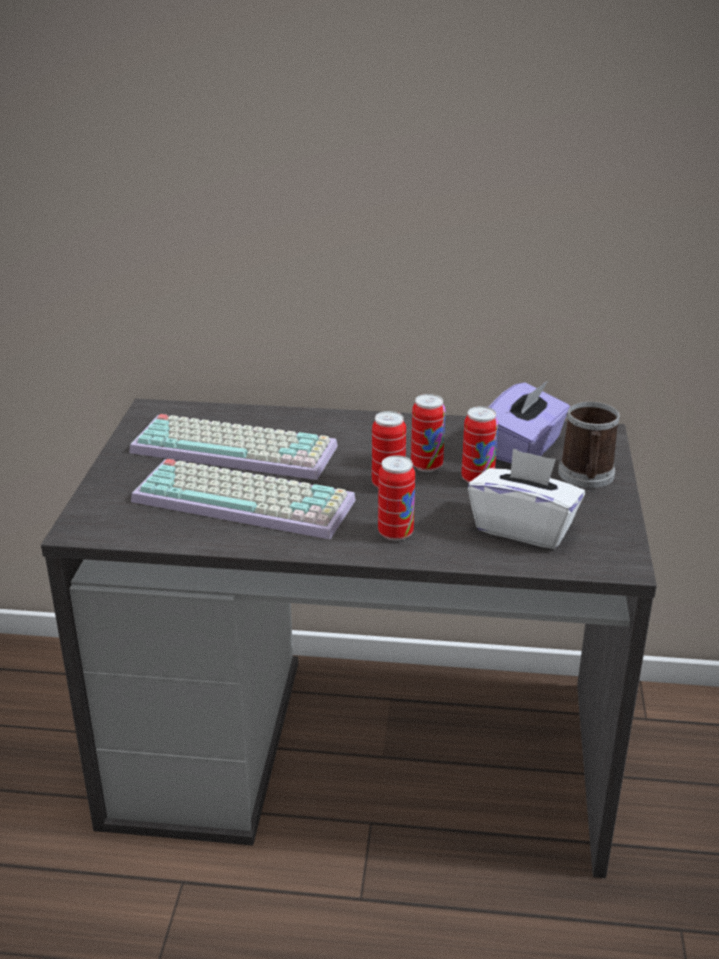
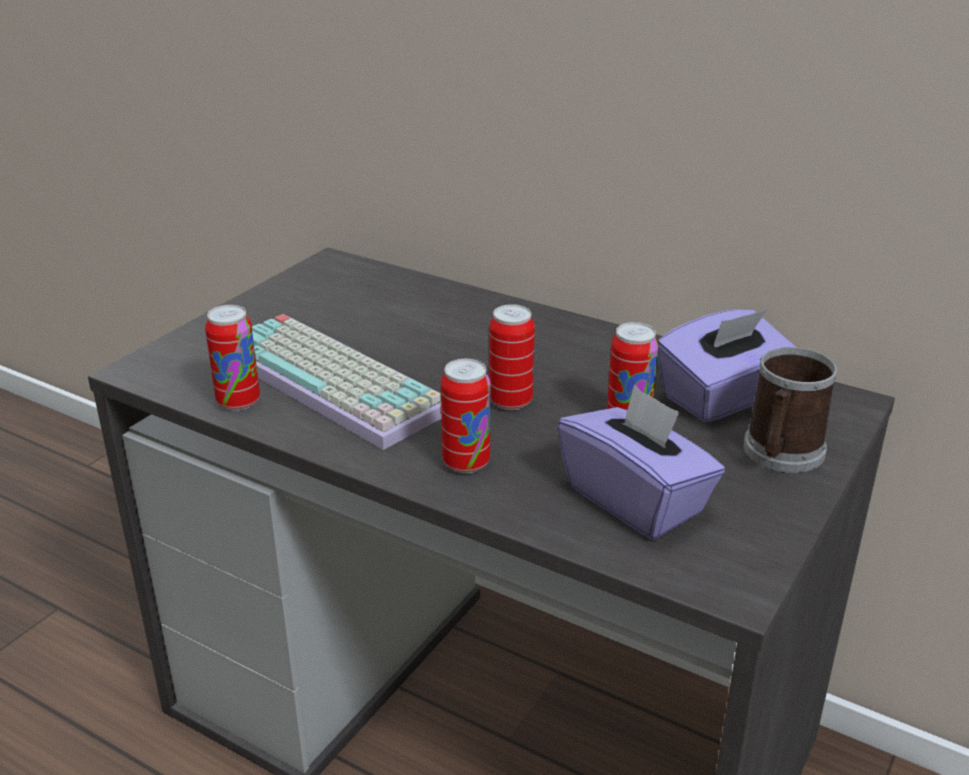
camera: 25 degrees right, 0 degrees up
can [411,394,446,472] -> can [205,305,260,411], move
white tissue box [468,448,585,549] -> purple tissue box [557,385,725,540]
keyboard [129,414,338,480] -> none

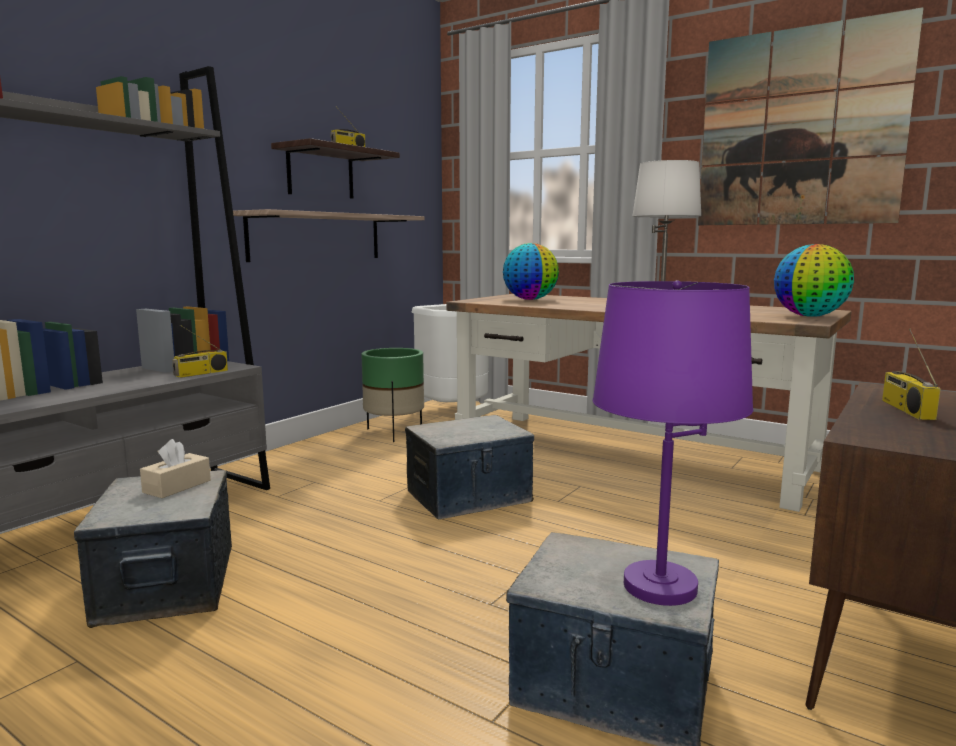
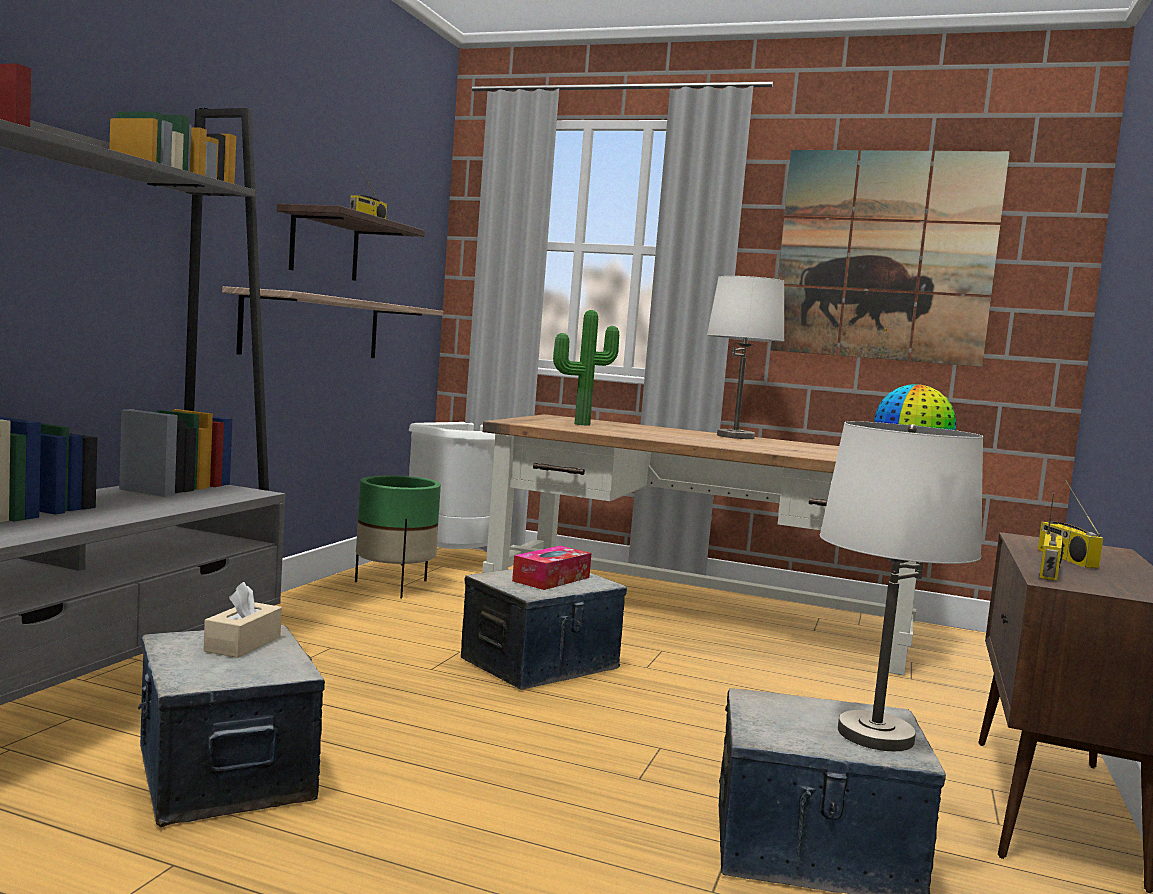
camera: 15 degrees left, 5 degrees down
none -> tissue box [512,546,592,590]
globe [503,243,559,300] -> potted plant [553,310,619,426]
purple table lamp [593,280,753,606] -> white table lamp [820,421,983,751]
radio [172,325,228,378] -> radio [1039,492,1063,581], move

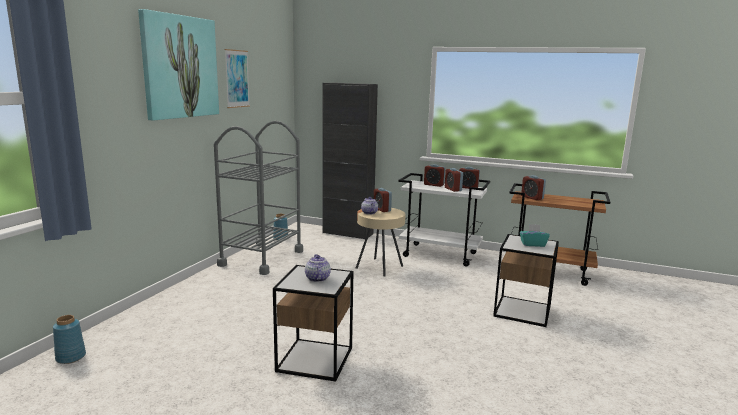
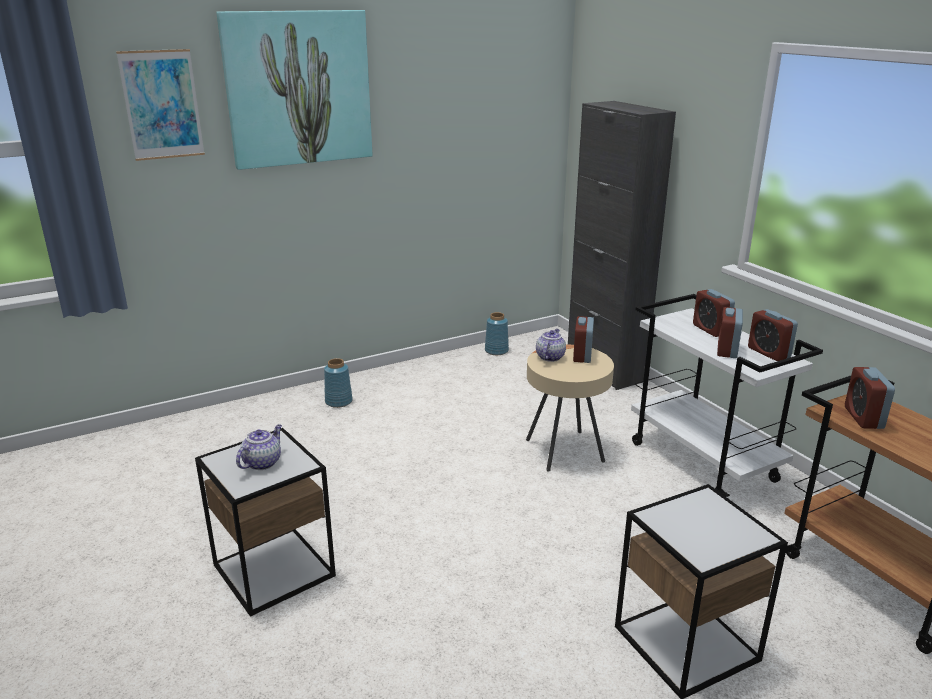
camera: 40 degrees right, 10 degrees up
picture [224,49,250,108] -> picture [116,49,205,161], move
blue vase [53,315,86,364] -> blue vase [324,358,353,408], move
grey cart [214,121,303,275] -> none
turquoise tissue box [520,224,550,247] -> none

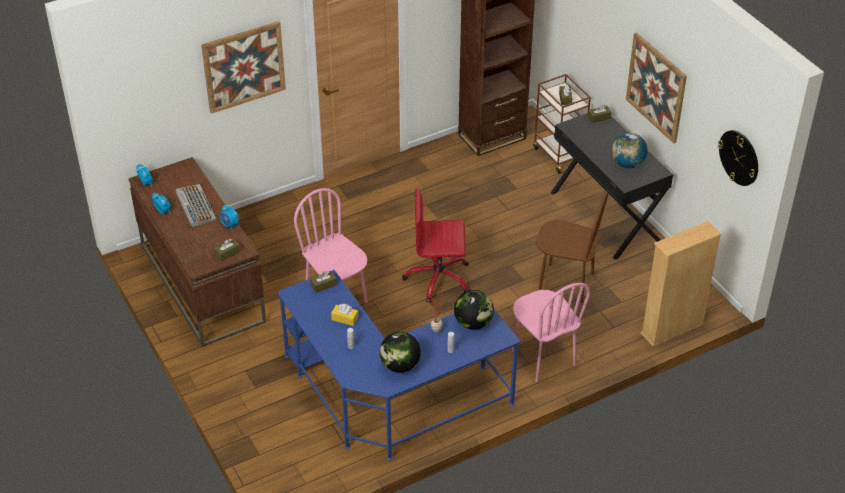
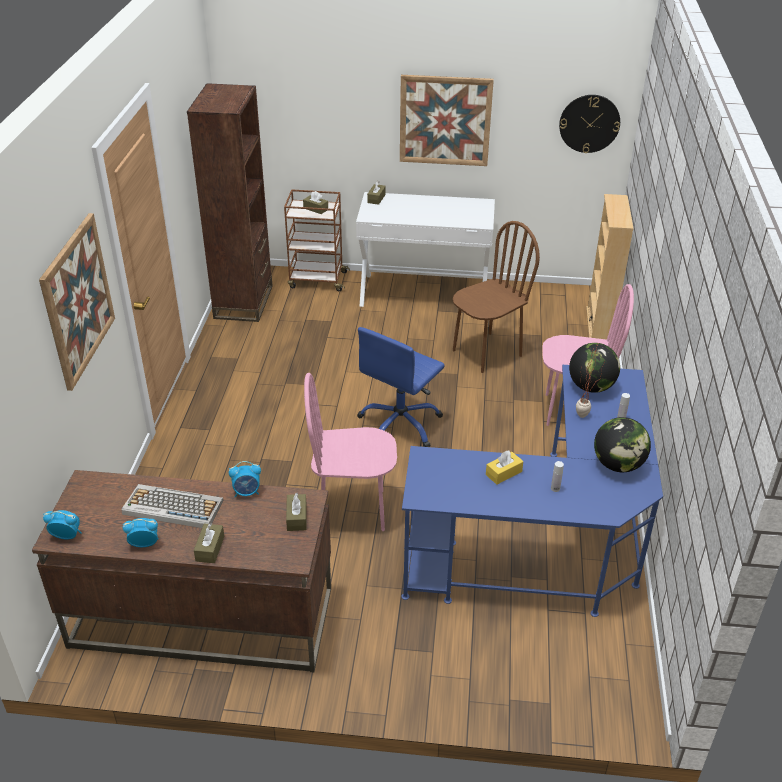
camera: 55 degrees left, 5 degrees down
brown tissue box [310,271,337,293] -> brown tissue box [194,523,224,563], move
black desk [551,113,673,260] -> white desk [356,192,495,307]
red office chair [402,189,469,303] -> blue office chair [357,327,445,447]
globe [612,133,648,168] -> none

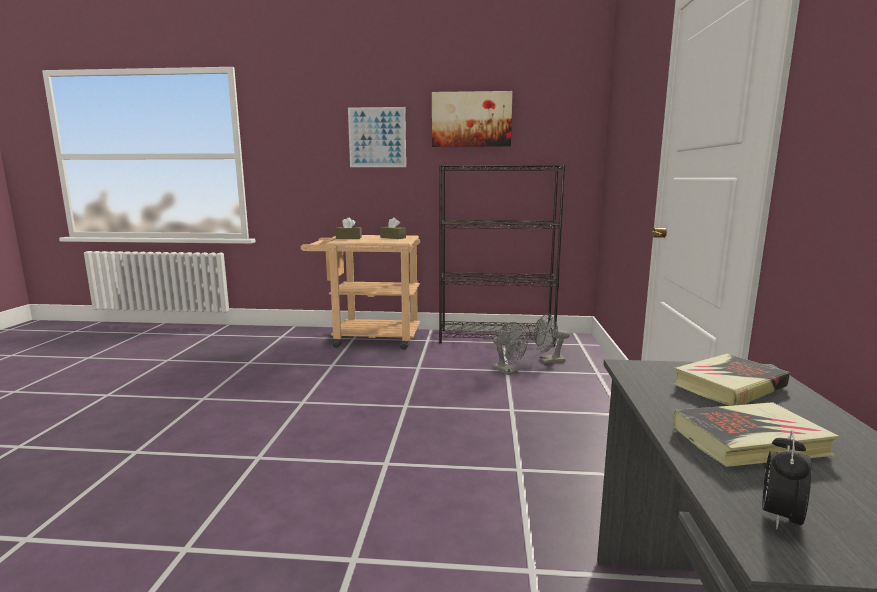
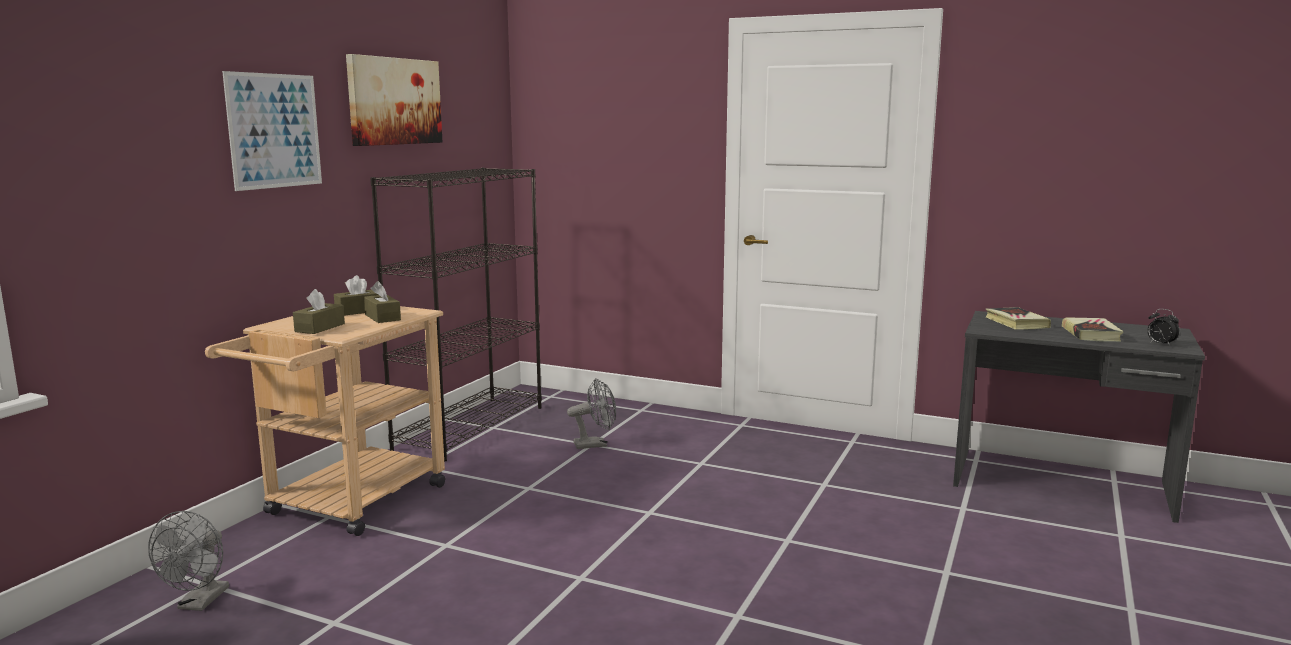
camera: 70 degrees left, 0 degrees up
grey fan [534,313,570,364] -> grey fan [148,511,229,611], move
none -> brown tissue box [364,281,401,323]

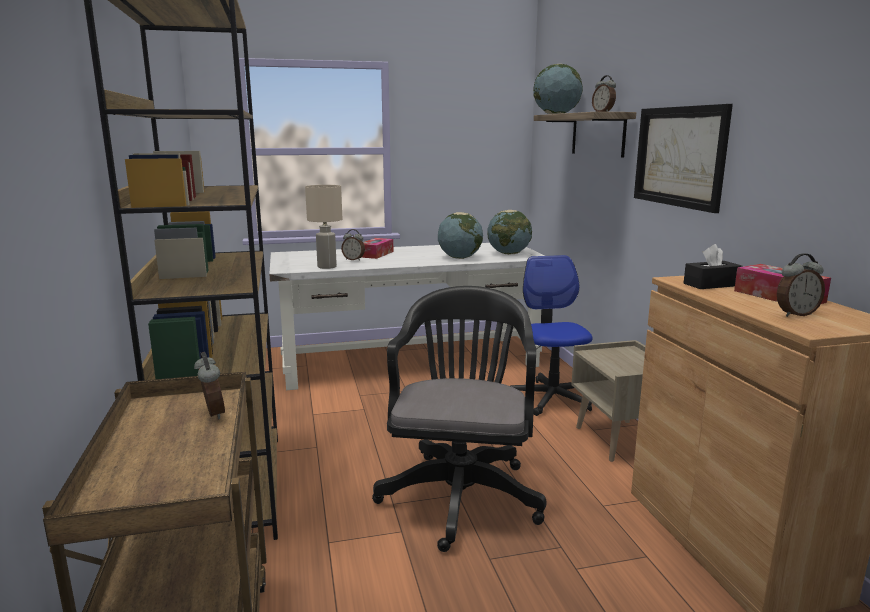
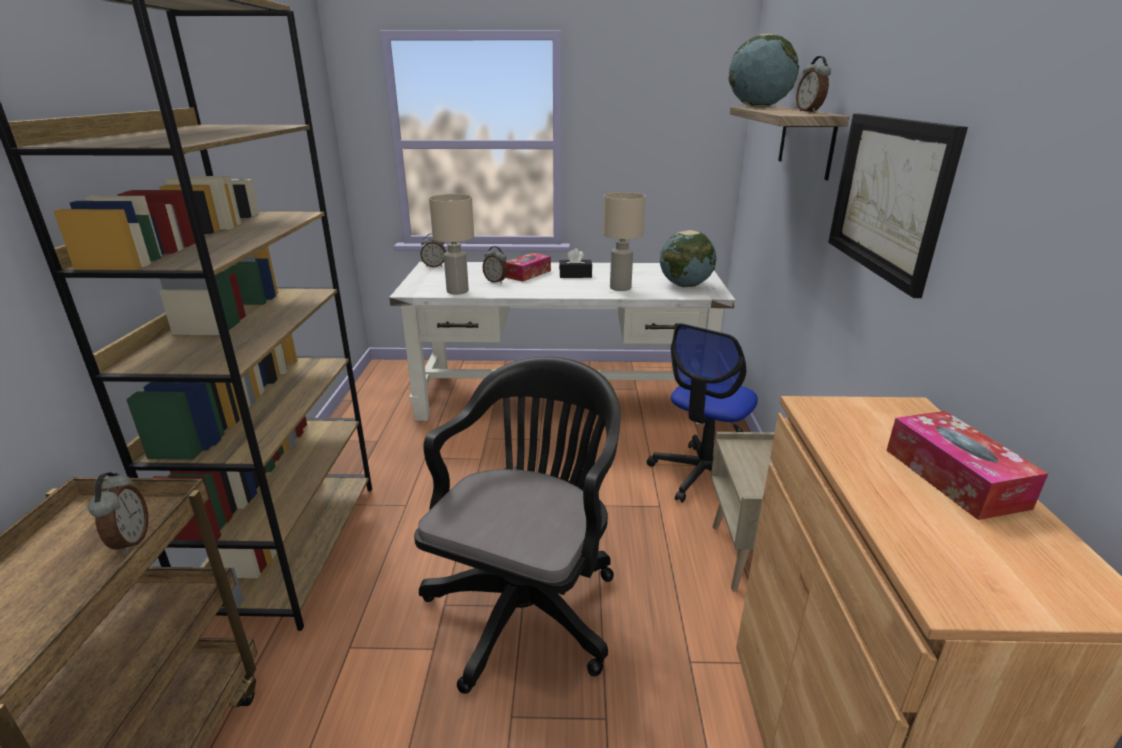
camera: 15 degrees right, 10 degrees up
alarm clock [777,253,825,317] -> alarm clock [420,233,446,267], move
black tissue box [684,244,742,289] -> black tissue box [559,248,592,278], move
globe [438,212,483,259] -> beige table lamp [603,192,646,291]
office chair [511,255,593,416] -> office chair [647,323,758,503], 150 degrees counterclockwise

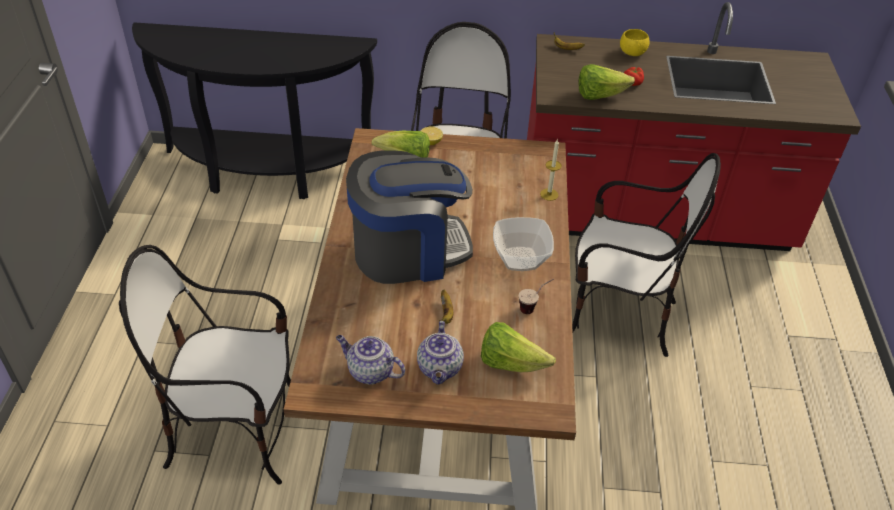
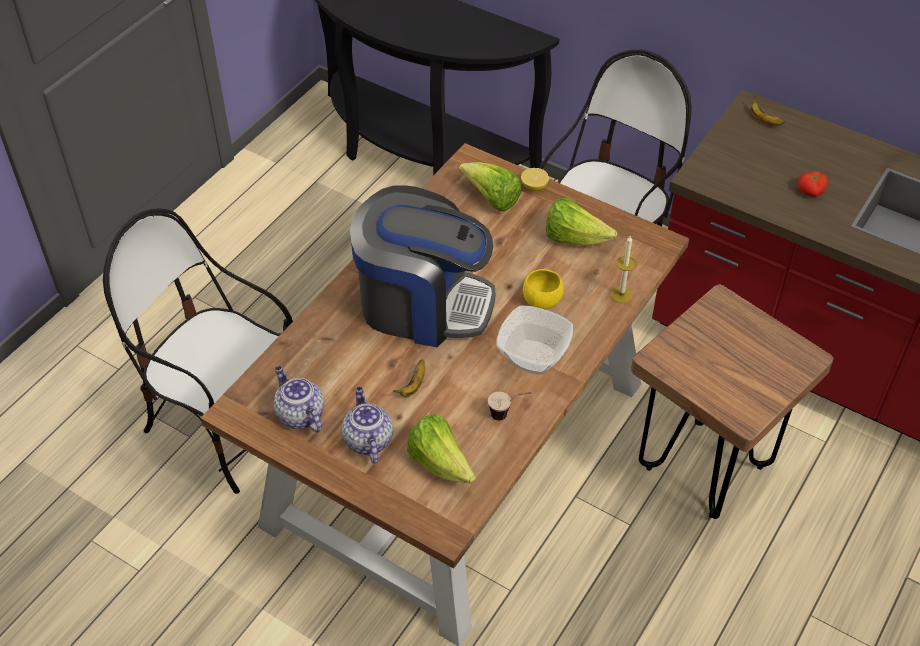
camera: 30 degrees right, 5 degrees up
teapot [417,321,464,385] -> teapot [342,387,393,464], 135 degrees clockwise
yellow bowl [620,29,650,56] -> yellow bowl [523,269,564,309], move
lettuce [578,64,635,100] -> lettuce [546,198,617,246], move
chair [572,153,721,357] -> brown stool [631,284,834,519]

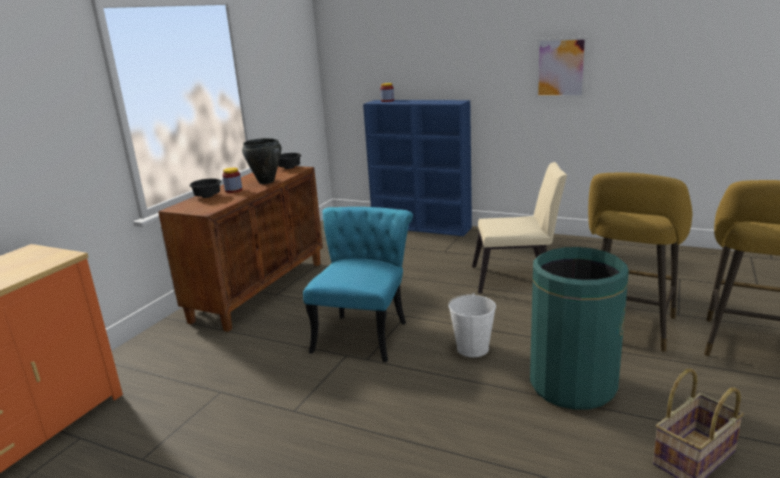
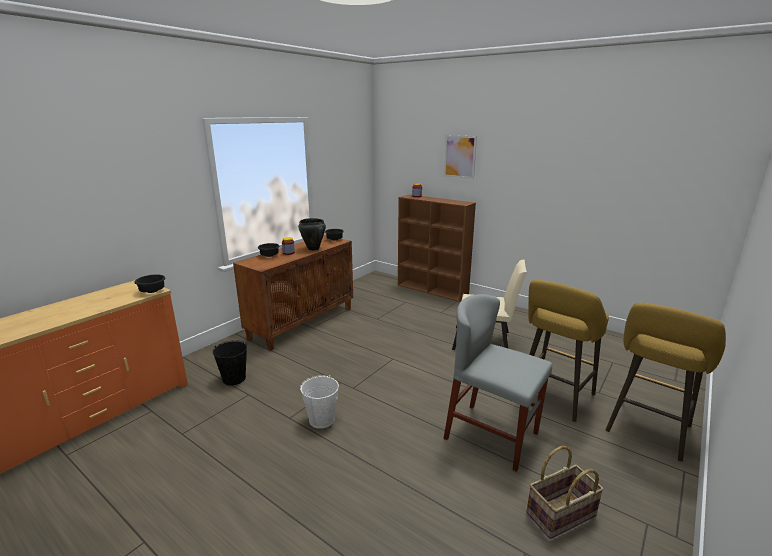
camera: 10 degrees right, 0 degrees up
none -> black bowl [134,274,165,293]
none -> black bucket [213,340,247,385]
white bucket [448,293,496,357] -> white bucket [300,375,339,429], move
blue bookcase [363,100,472,236] -> brown bookcase [398,194,476,302]
picture [535,37,588,98] -> picture [444,135,477,179], move
green trash can [530,247,629,410] -> grey chair [444,294,552,472]
turquoise chair [303,207,413,362] -> none

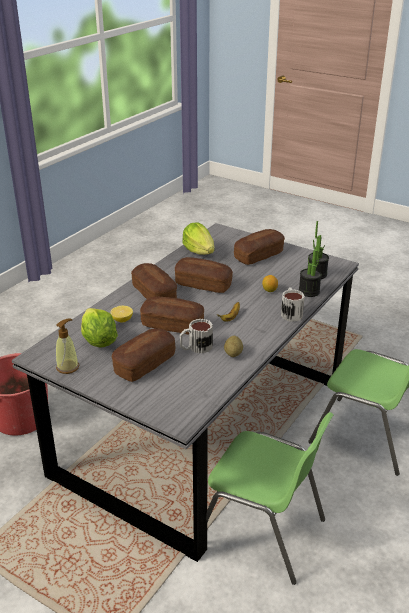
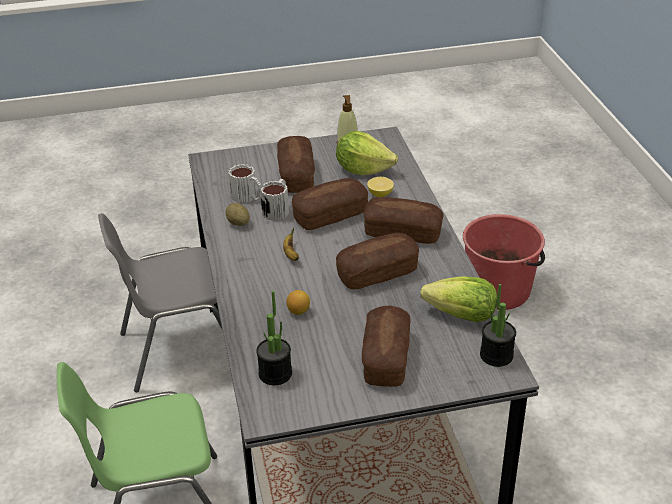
camera: 135 degrees right, 5 degrees up
green chair [206,412,334,585] -> grey chair [98,213,222,392]
mug [281,288,305,322] -> mug [228,164,262,203], move
potted plant [299,235,322,297] -> potted plant [480,284,516,367], move

